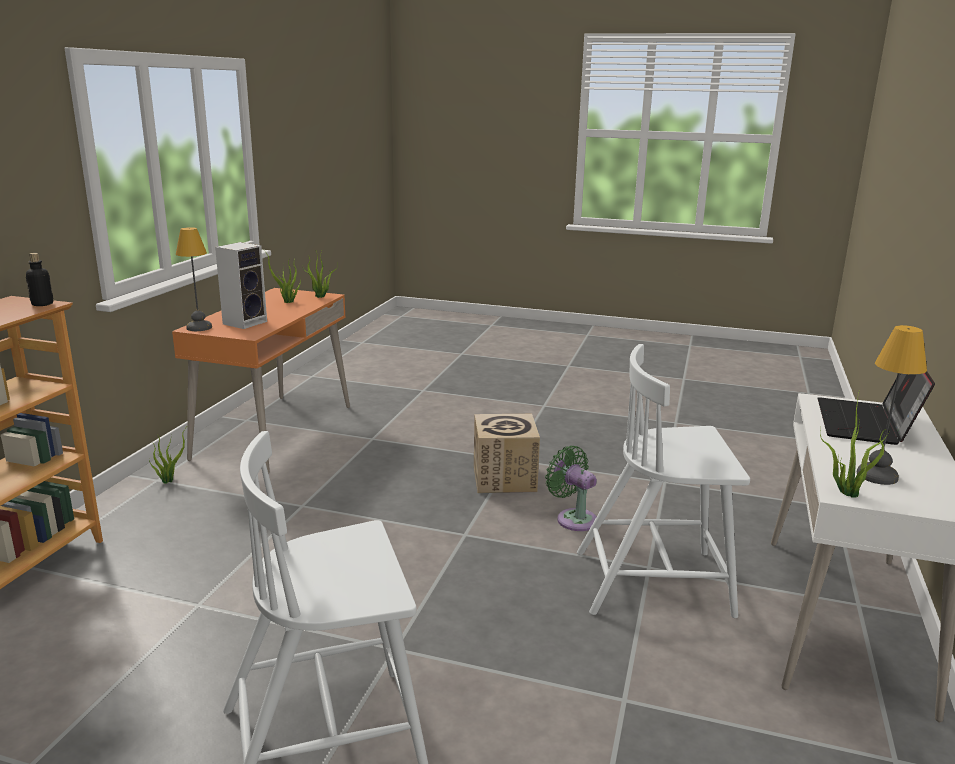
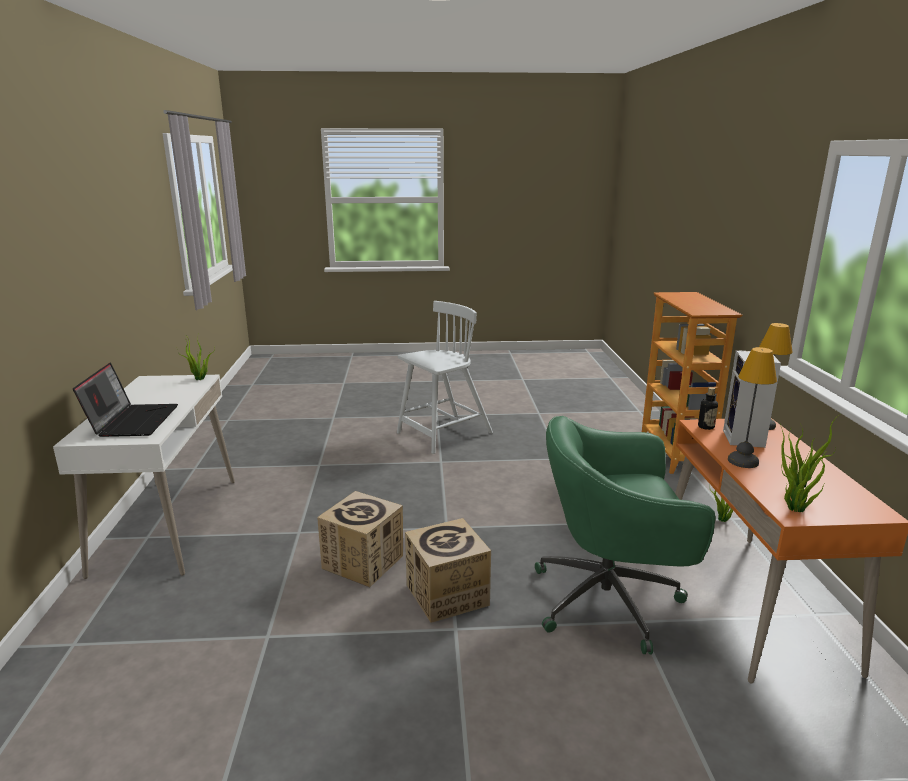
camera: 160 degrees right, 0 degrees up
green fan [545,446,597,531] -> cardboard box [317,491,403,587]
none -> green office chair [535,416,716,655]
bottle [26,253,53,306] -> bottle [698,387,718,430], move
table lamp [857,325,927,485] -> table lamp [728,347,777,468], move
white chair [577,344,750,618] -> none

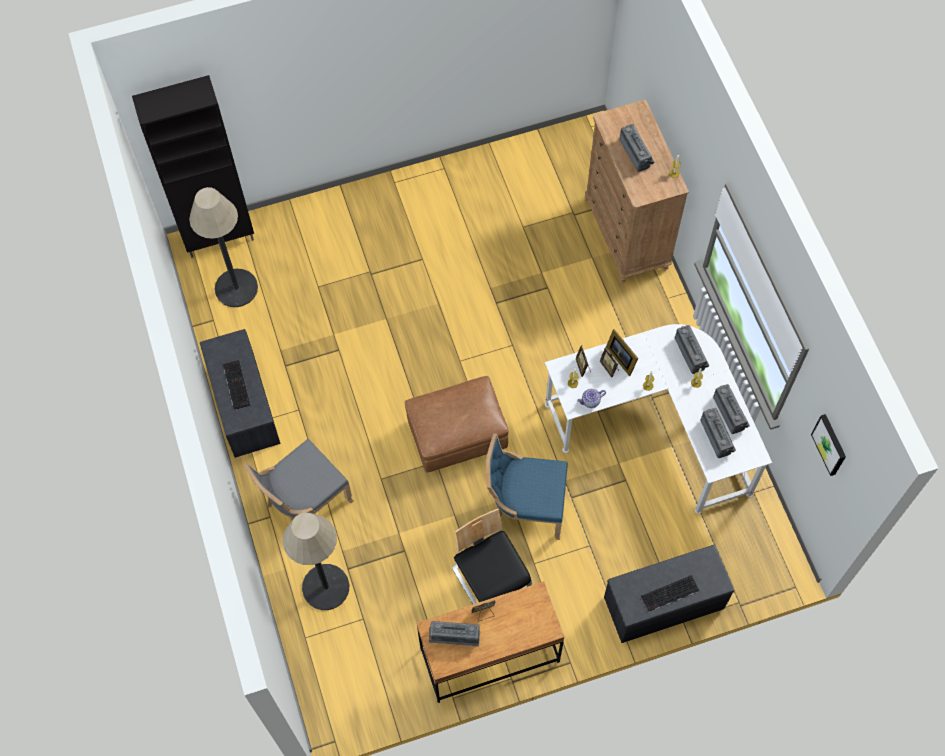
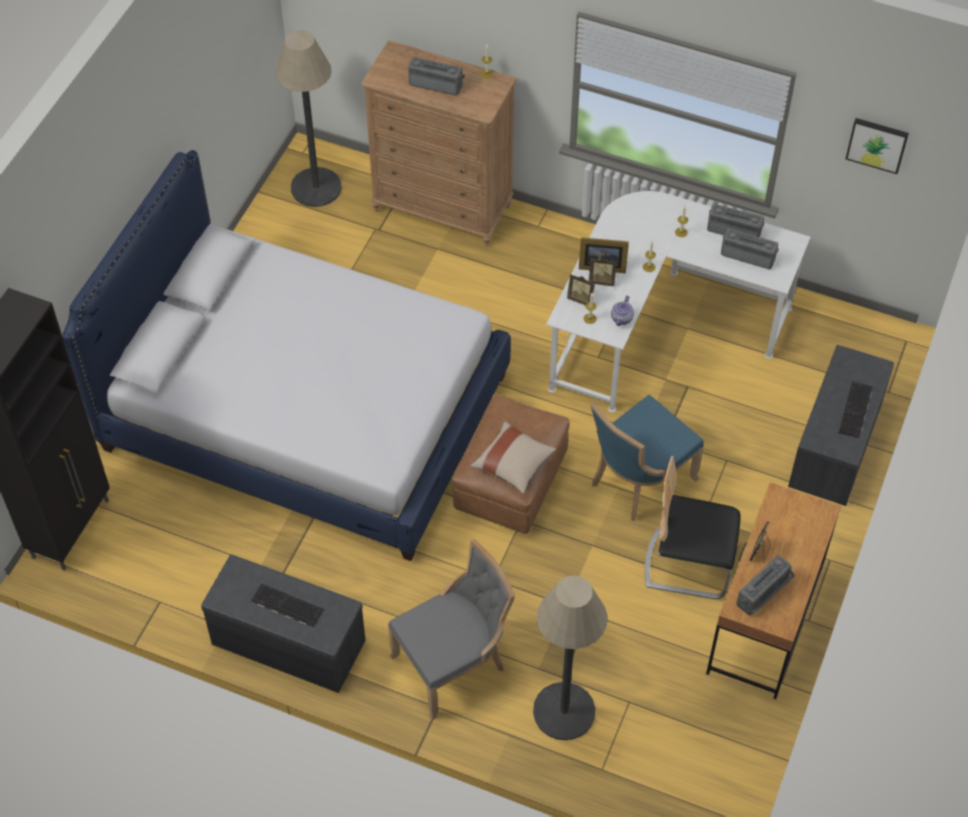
camera: 50 degrees left, 10 degrees down
none -> bed [62,150,511,561]
floor lamp [189,187,258,307] -> floor lamp [275,30,342,207], move
grey chair [244,439,354,520] -> grey chair [388,539,515,720], 120 degrees counterclockwise
none -> beige pillow [471,421,556,494]
radio [675,325,709,374] -> none

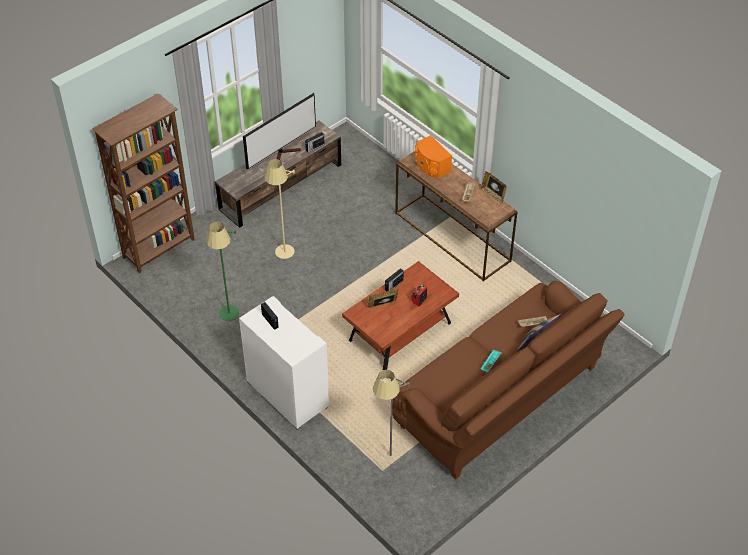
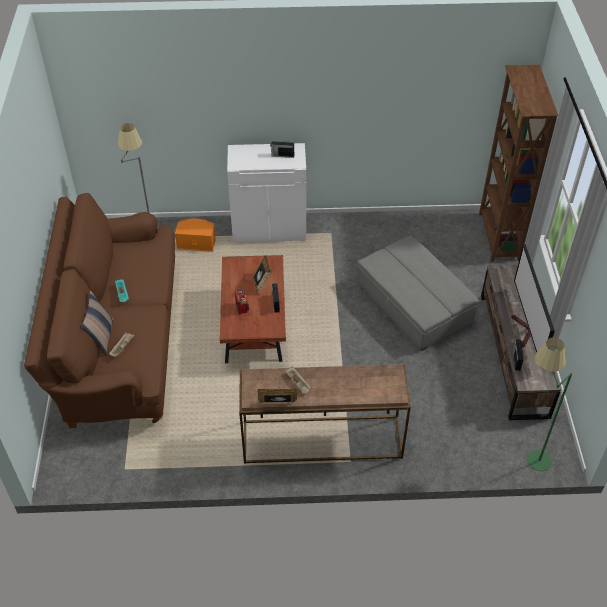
camera: 130 degrees right, 0 degrees up
orange speaker [415,135,452,178] -> orange speaker [175,219,216,252], move
beige floor lamp [265,159,295,259] -> grey ottoman [356,235,479,351]
green floor lamp [206,222,239,321] -> green floor lamp [527,337,572,471], move

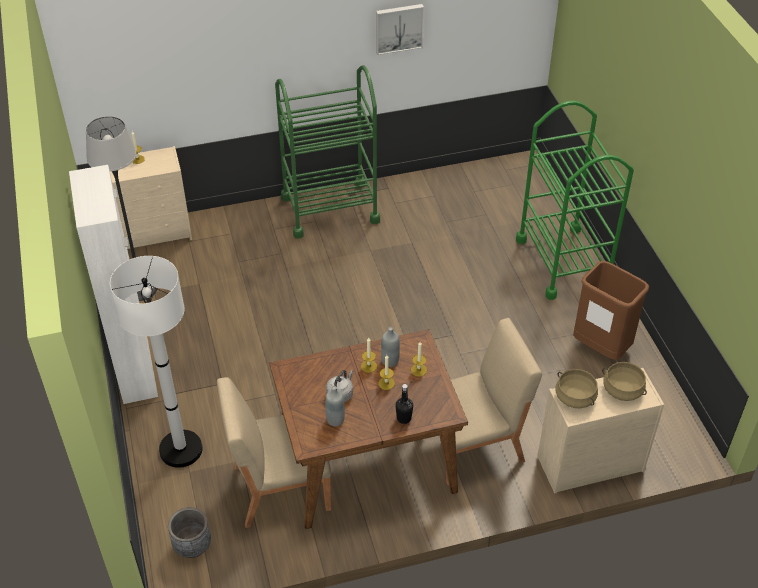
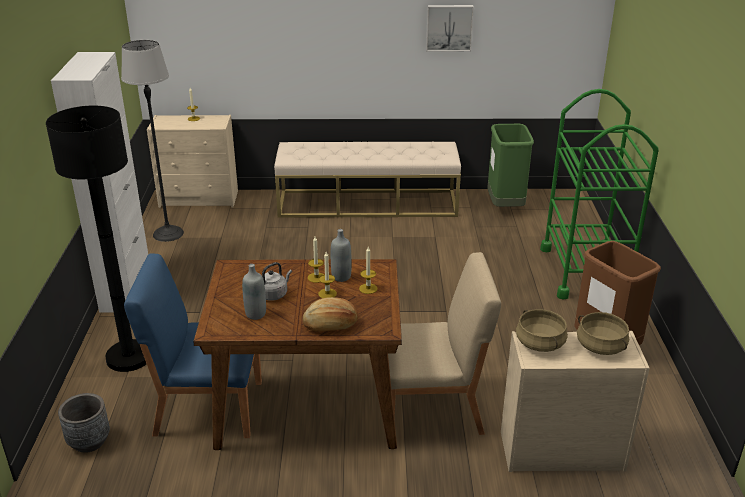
camera: 15 degrees right, 15 degrees down
white floor lamp [110,256,203,468] -> black floor lamp [46,105,146,372]
beige chair [217,377,331,528] -> blue chair [124,253,262,438]
green cart [275,65,380,239] -> beige bench [274,142,461,218]
black bottle [395,384,413,424] -> bread [303,297,358,332]
none -> green trash can [487,124,534,207]

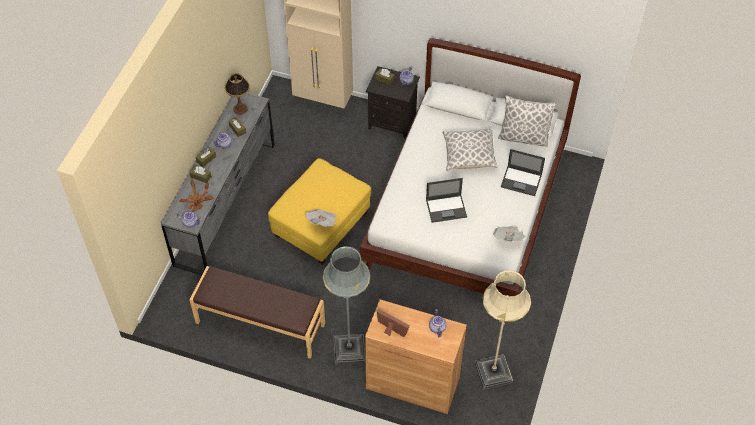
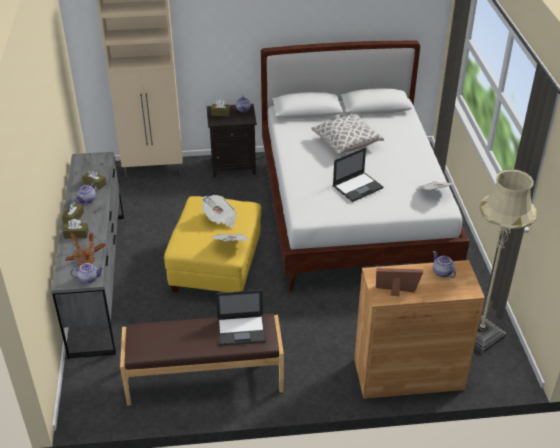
camera: 25 degrees left, 15 degrees down
none -> newspaper [202,195,237,227]
laptop [501,149,545,196] -> laptop [216,290,266,346], move
table lamp [225,73,250,115] -> none
grey floor lamp [323,246,371,365] -> none
pillow [498,95,556,147] -> none

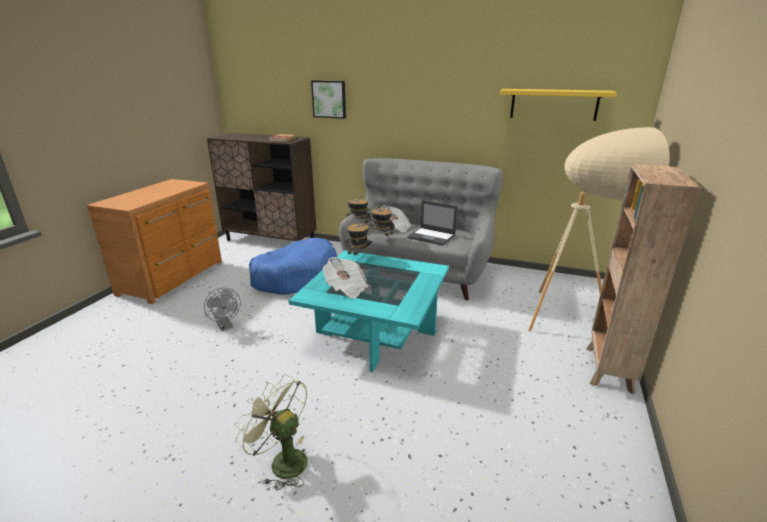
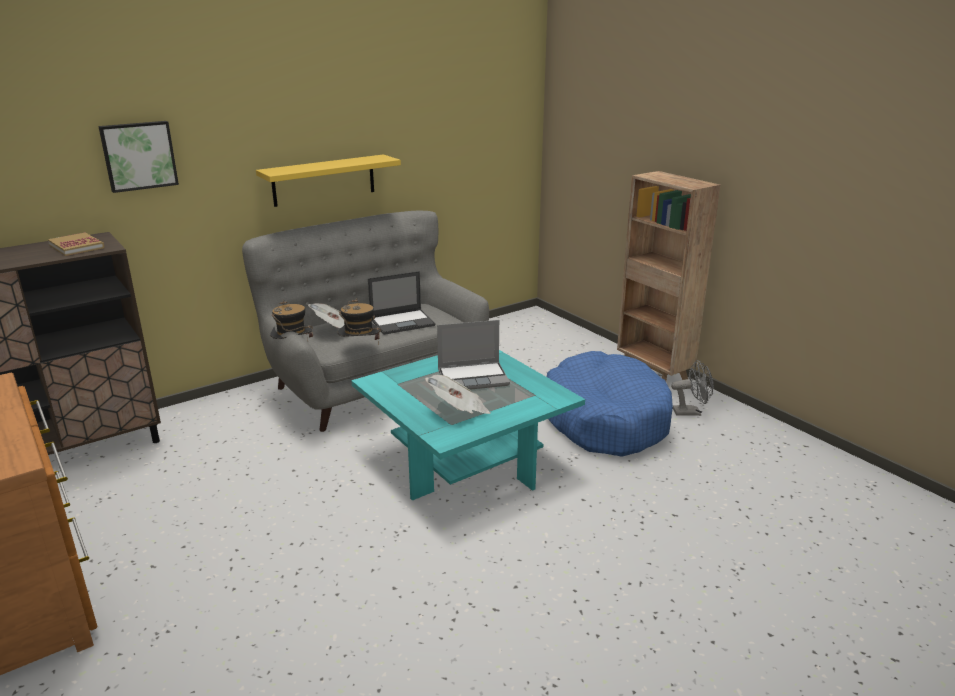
camera: 55 degrees left, 0 degrees up
yellow shelf [500,89,617,121] -> yellow shelf [256,154,401,207], move
none -> laptop [437,320,510,390]
blue dog bed [249,238,337,295] -> blue dog bed [547,351,673,457], move
grey fan [204,288,241,331] -> grey fan [671,360,714,416], move
green fan [234,374,308,490] -> none
hat [344,223,373,255] -> none
beige floor lamp [528,127,670,331] -> none

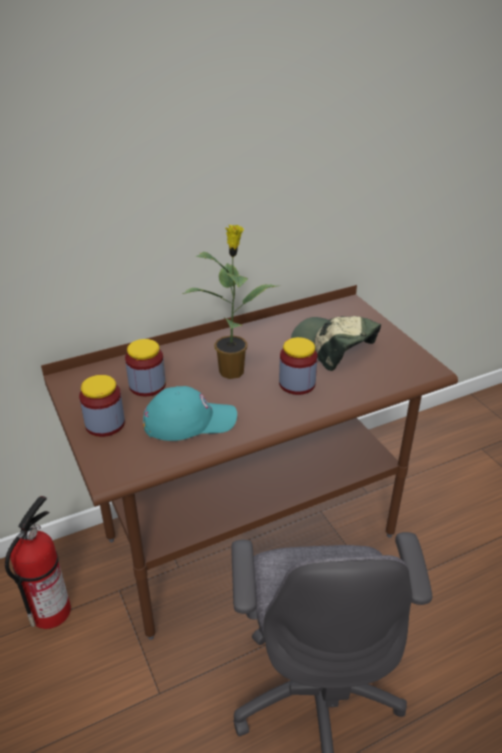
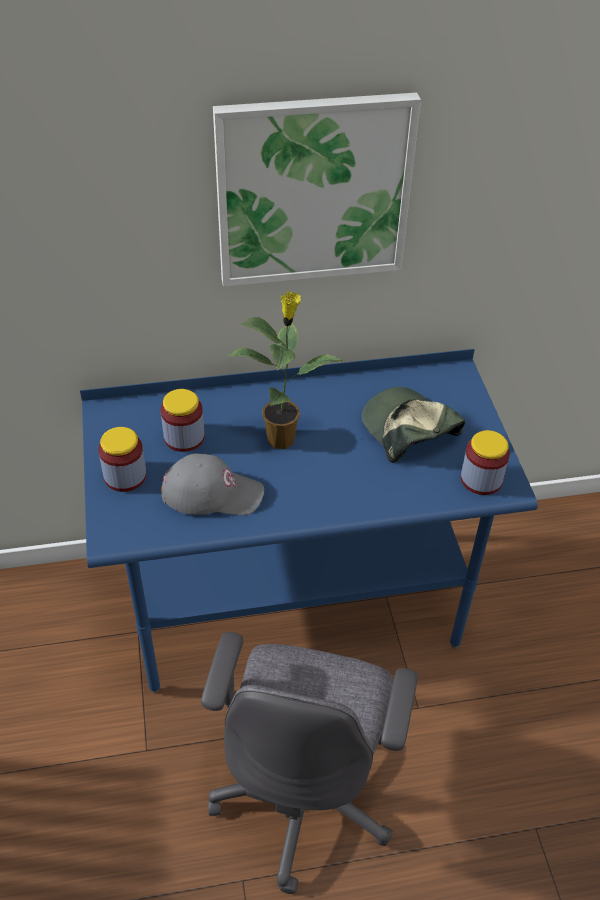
camera: 15 degrees right, 10 degrees up
brown desk [41,285,458,640] -> blue desk [80,349,538,693]
turquoise cap [143,386,237,441] -> grey cap [161,454,264,515]
none -> picture [213,92,421,287]
jar [279,337,317,395] -> jar [461,430,510,495], move
fire extinguisher [5,496,71,629] -> none

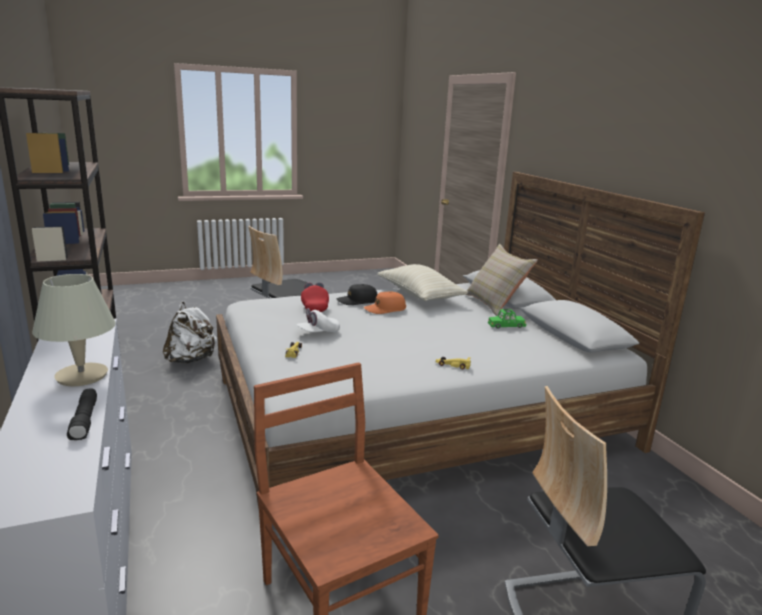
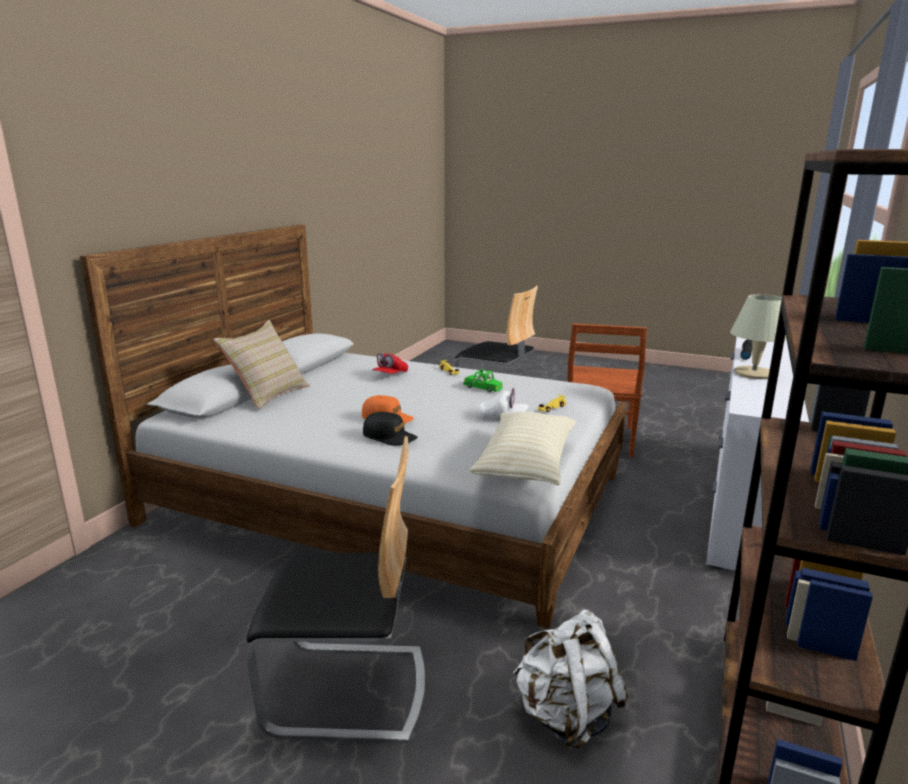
camera: 135 degrees left, 0 degrees up
red cap [301,282,329,312] -> red cap [372,353,408,374], move
green toy car [488,309,526,329] -> green toy car [463,369,503,392], move
beige pillow [377,264,468,301] -> beige pillow [470,412,576,485], move

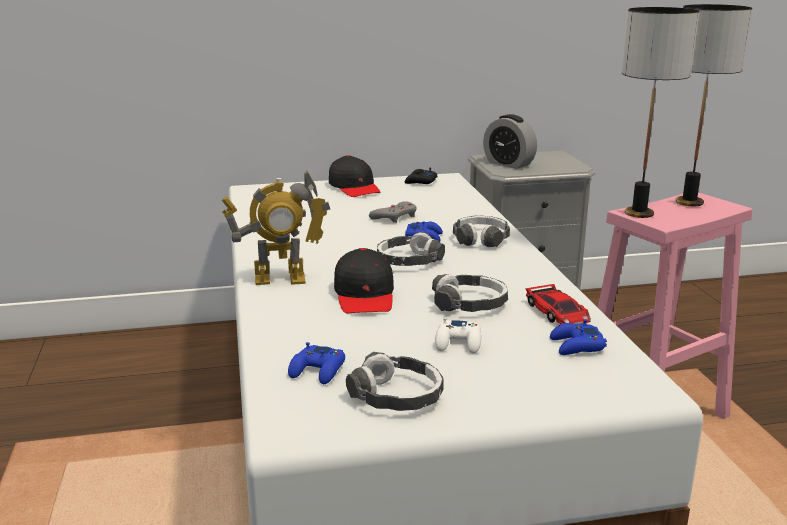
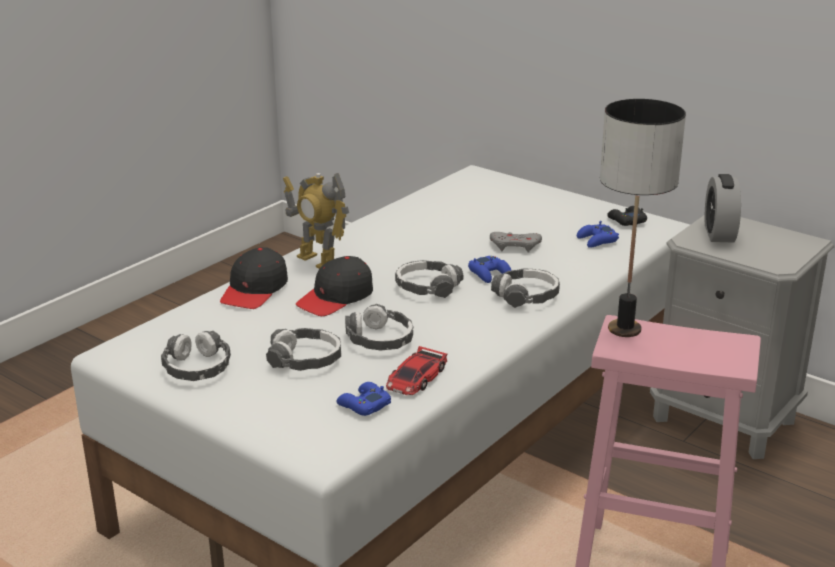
camera: 50 degrees right, 5 degrees up
black cap [329,155,381,197] -> black cap [220,247,288,309], move
white game controller [435,317,482,354] -> headphones [266,328,341,371]
blue game controller [288,342,345,384] -> blue game controller [577,221,619,248], move
table lamp [675,4,752,206] -> none

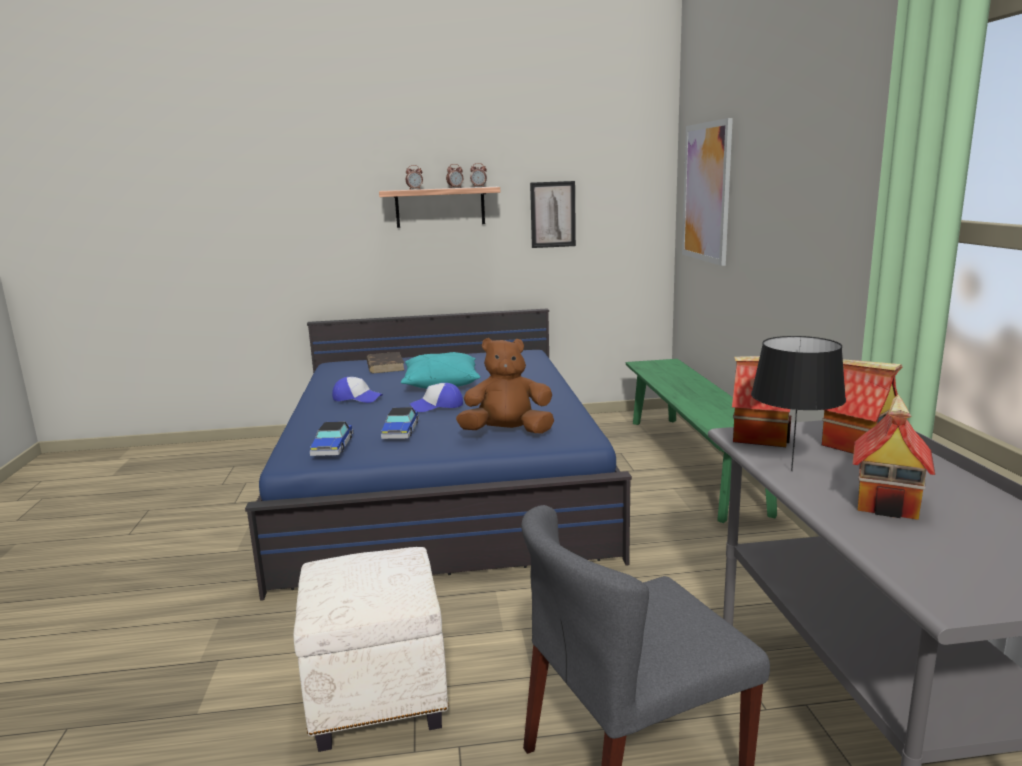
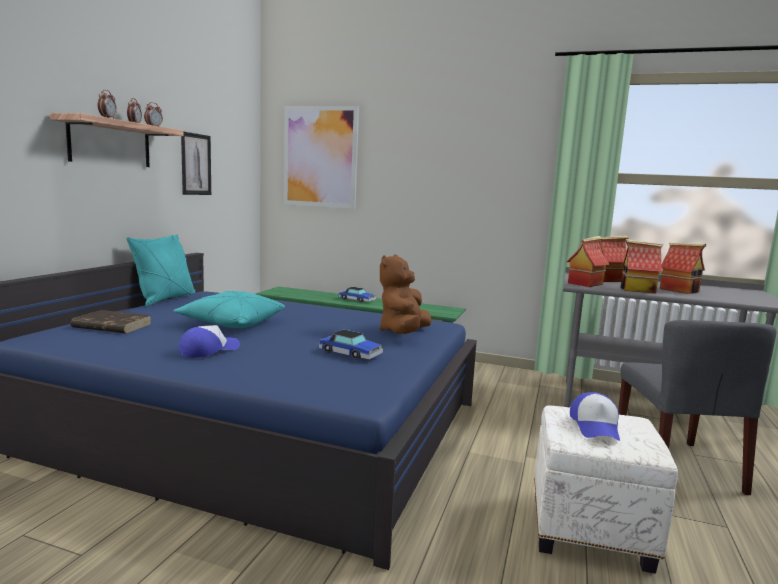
camera: 65 degrees left, 5 degrees down
none -> turquoise pillow [127,234,195,307]
toy car [310,421,353,456] -> toy car [339,287,376,302], move
cap [410,383,463,412] -> cap [570,392,620,441], move
black table lamp [751,336,846,471] -> toy house [621,239,663,293]

